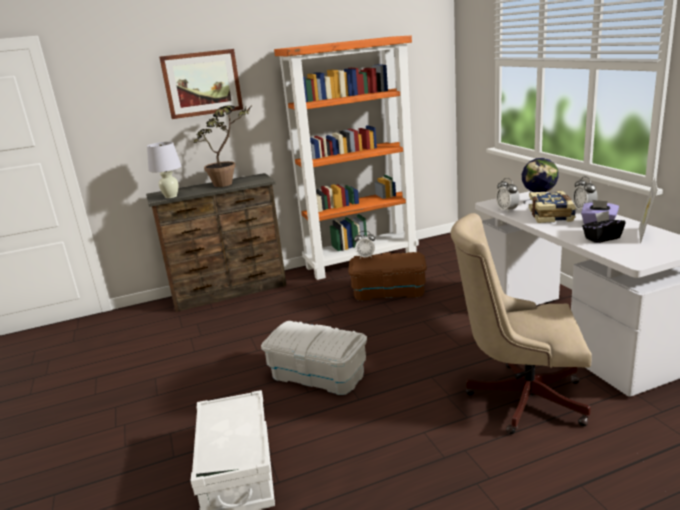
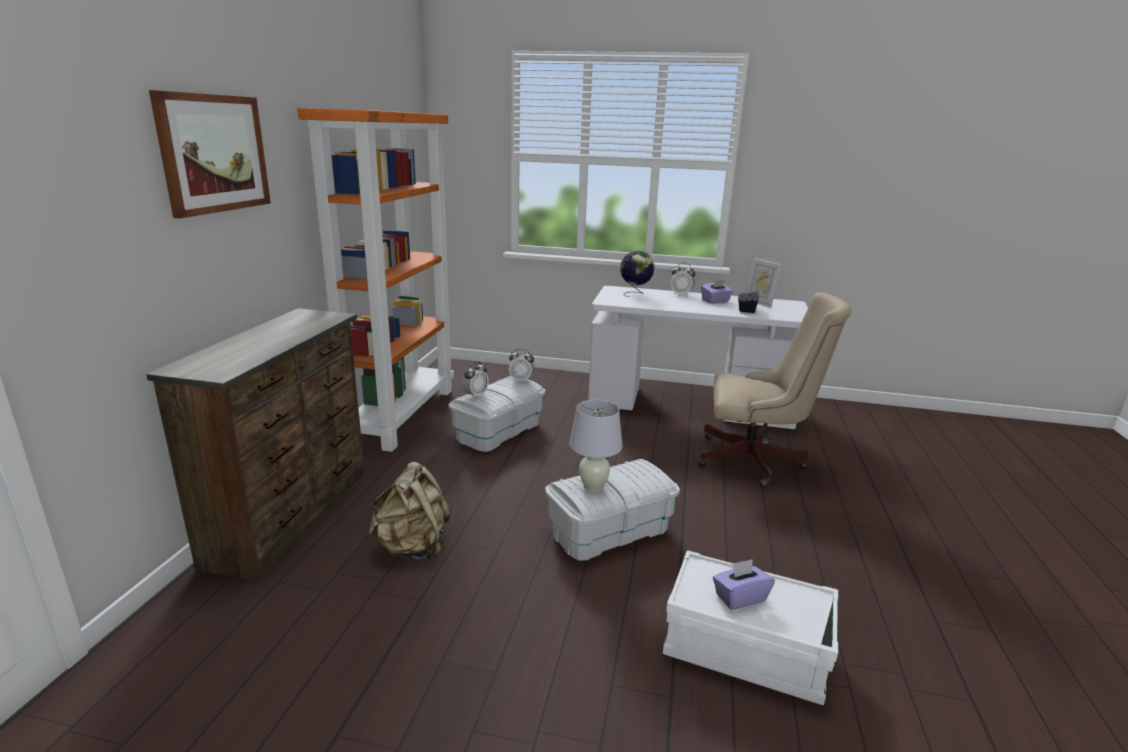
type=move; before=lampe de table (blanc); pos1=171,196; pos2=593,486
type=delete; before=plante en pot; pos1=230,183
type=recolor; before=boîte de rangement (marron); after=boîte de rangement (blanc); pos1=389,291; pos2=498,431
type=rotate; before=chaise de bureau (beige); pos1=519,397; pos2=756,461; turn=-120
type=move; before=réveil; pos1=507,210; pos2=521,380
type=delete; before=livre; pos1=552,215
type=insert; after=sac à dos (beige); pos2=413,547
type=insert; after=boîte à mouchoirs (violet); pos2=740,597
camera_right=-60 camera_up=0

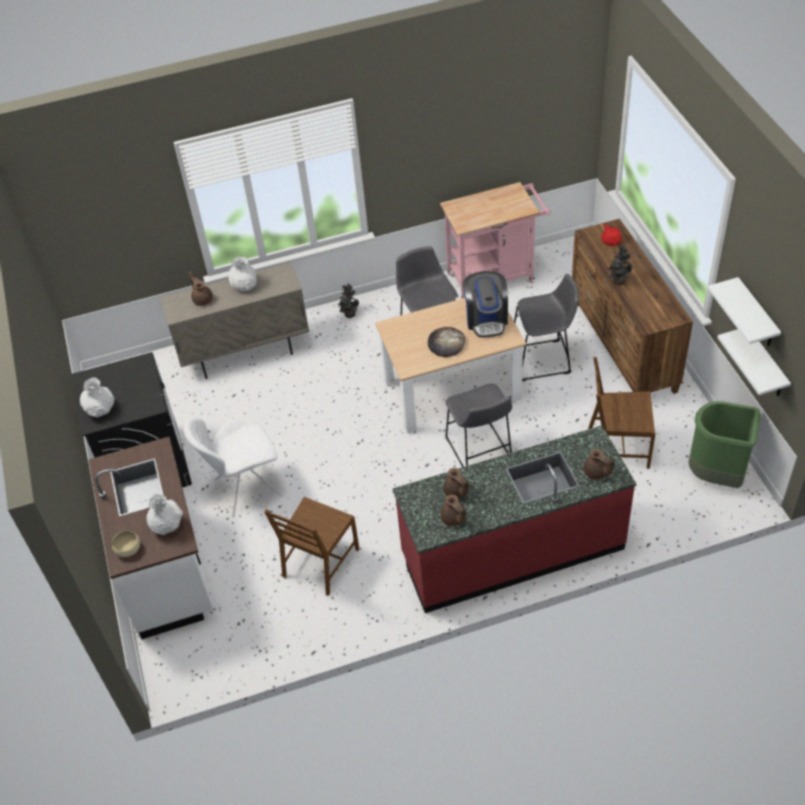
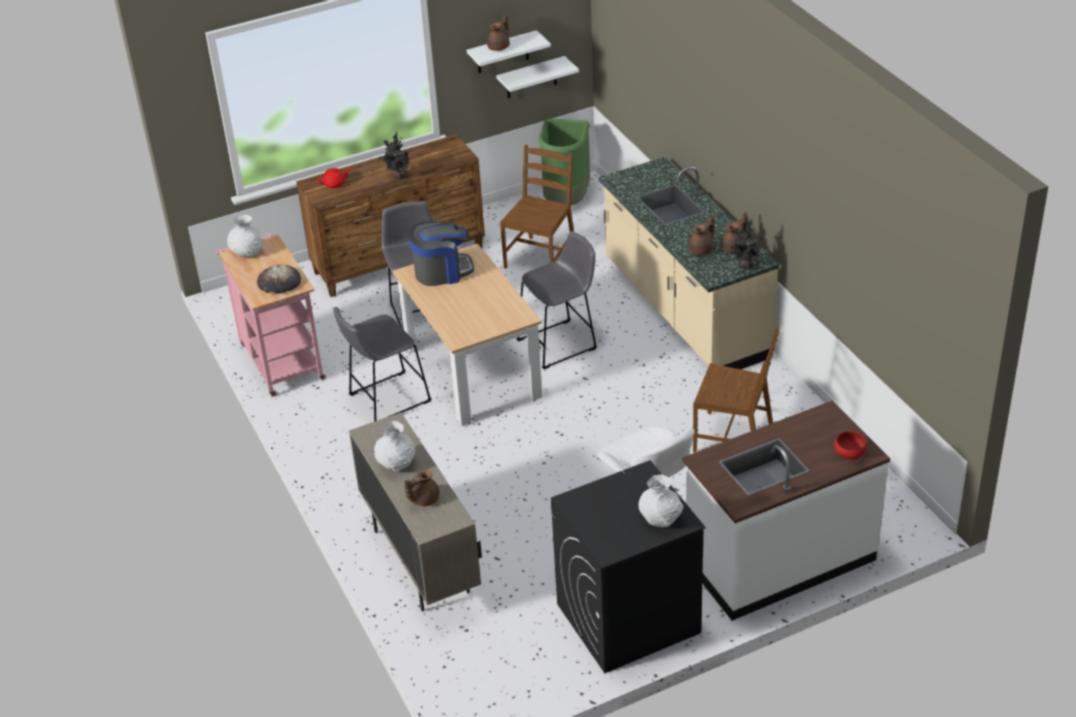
type=recolor; before=bol (beige); after=bol (rouge); pos1=128,548; pos2=849,452
type=move; before=vase (blanc); pos1=167,525; pos2=247,252
type=move; before=plante en pot; pos1=349,314; pos2=745,266
type=recolor; before=comptoir de cuisine (rouge); after=comptoir de cuisine (beige); pos1=512,551; pos2=684,311
type=move; before=pain; pos1=446,343; pos2=279,282
type=move; before=théière (marron); pos1=597,472; pos2=499,47
type=rotate; before=chaise (marron); pos1=617,447; pos2=540,257; turn=-150
camera_right=-100 camera_up=-10

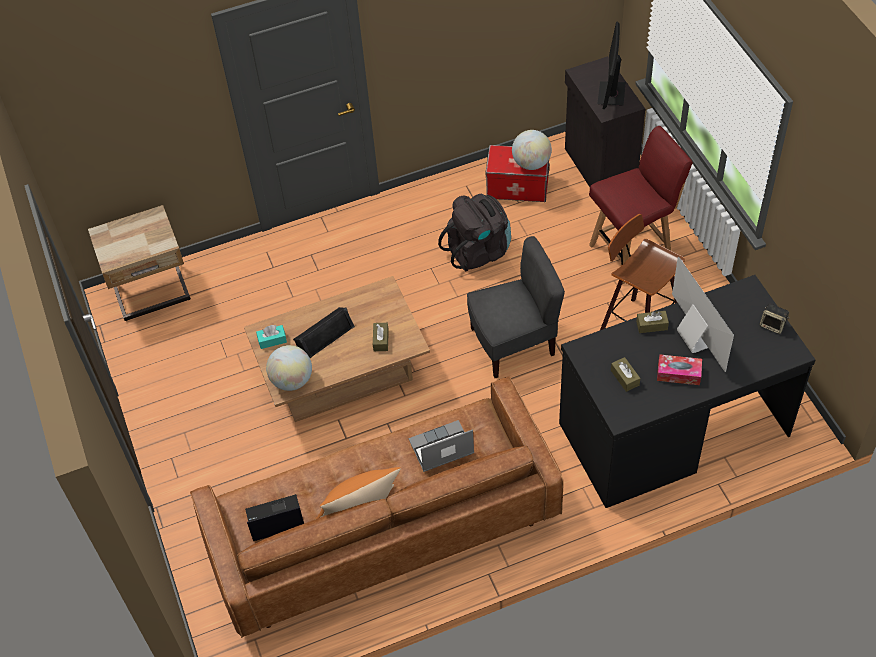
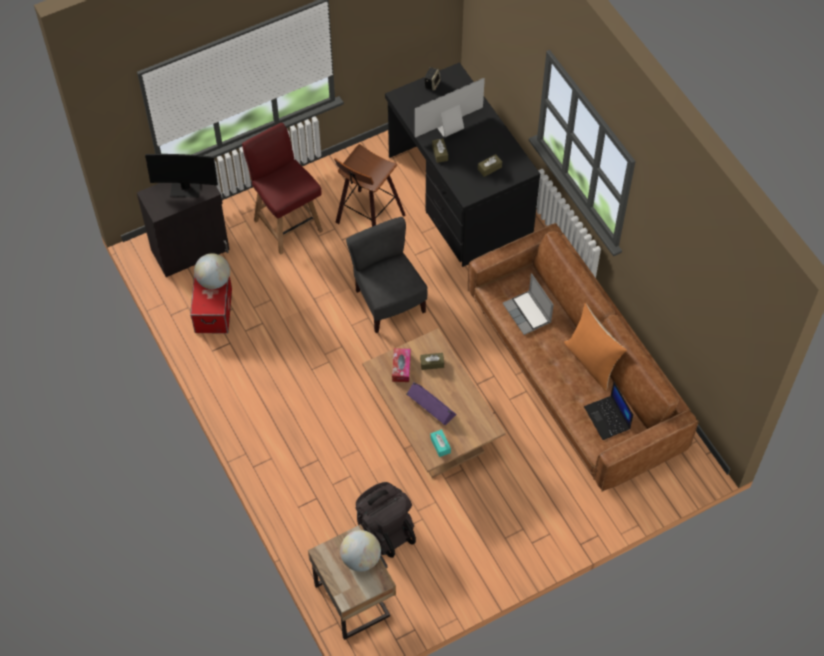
type=move; before=globe; pos1=292,380; pos2=361,559
type=recolor; before=enceinte (noir); after=enceinte (violet); pos1=324,334; pos2=430,406
type=move; before=sac à dos (noir); pos1=478,251; pos2=384,529
type=move; before=boîte à mouchoirs; pos1=678,373; pos2=401,367
camera_right=-100 camera_up=5

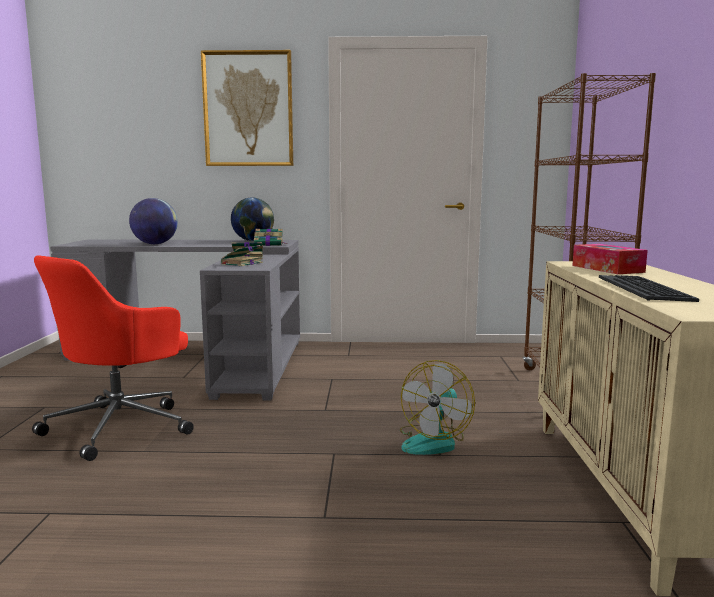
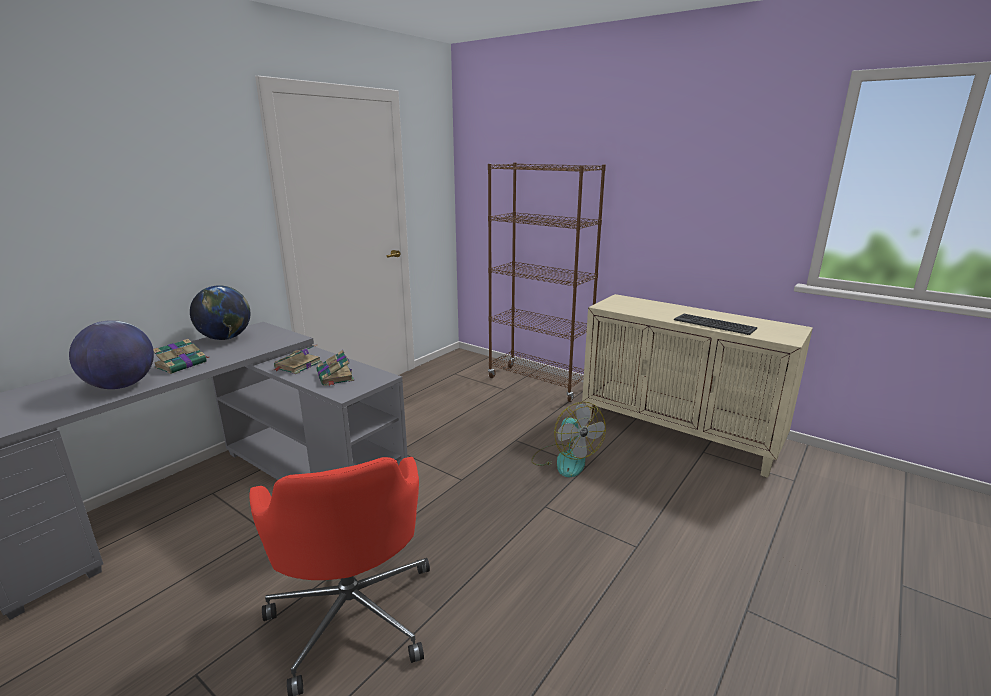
type=delete; before=tableau; pos1=248,109
type=move; before=livre; pos1=269,244; pos2=182,364
type=delete; before=boîte à mouchoirs; pos1=607,269
camera_right=-55 camera_up=10

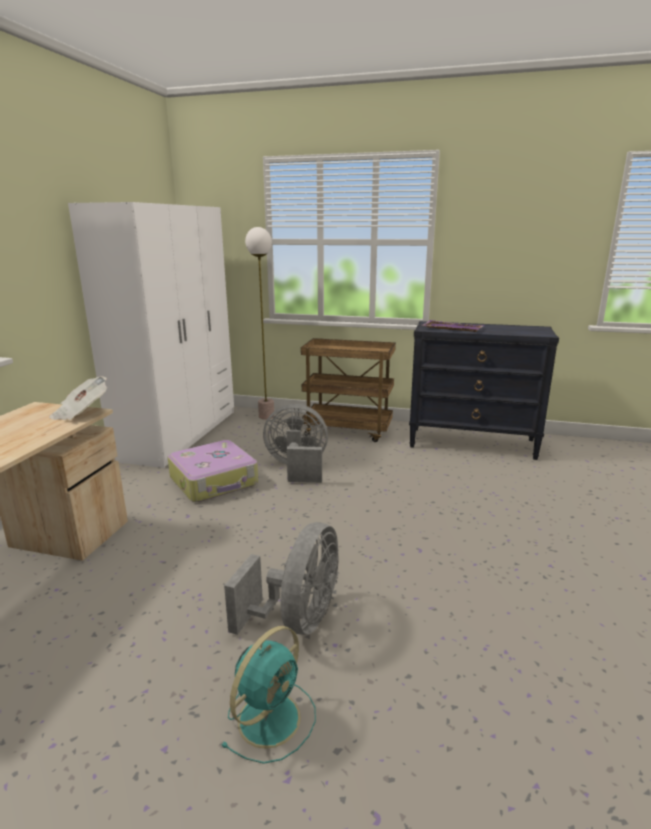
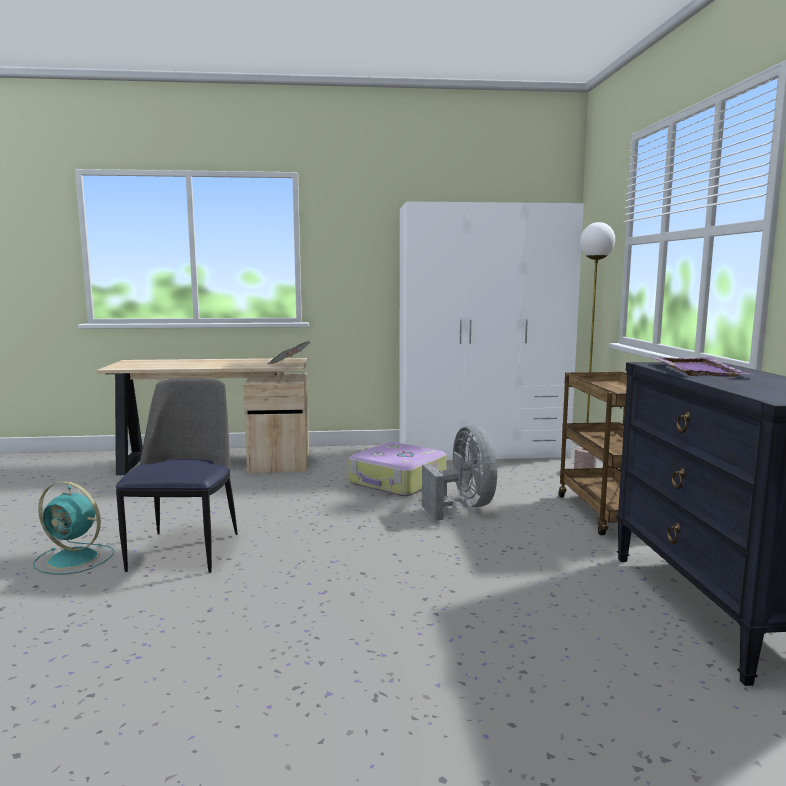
type=replace; before=ventilateur (gris); after=chaise; pos1=297,619; pos2=185,550
camera_right=70 camera_up=-10

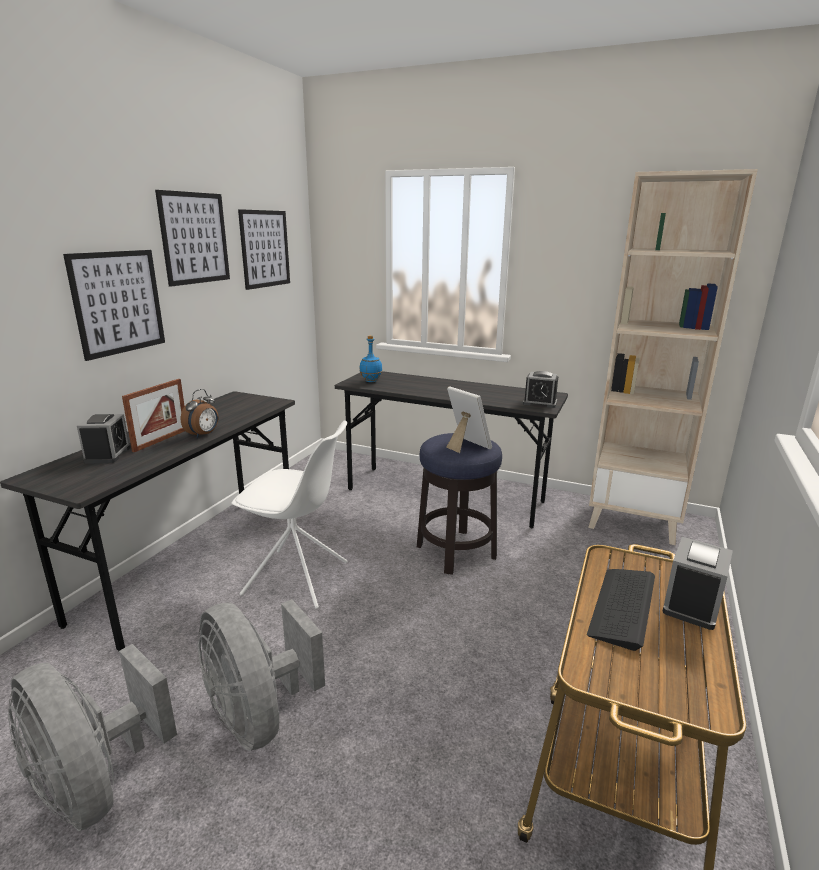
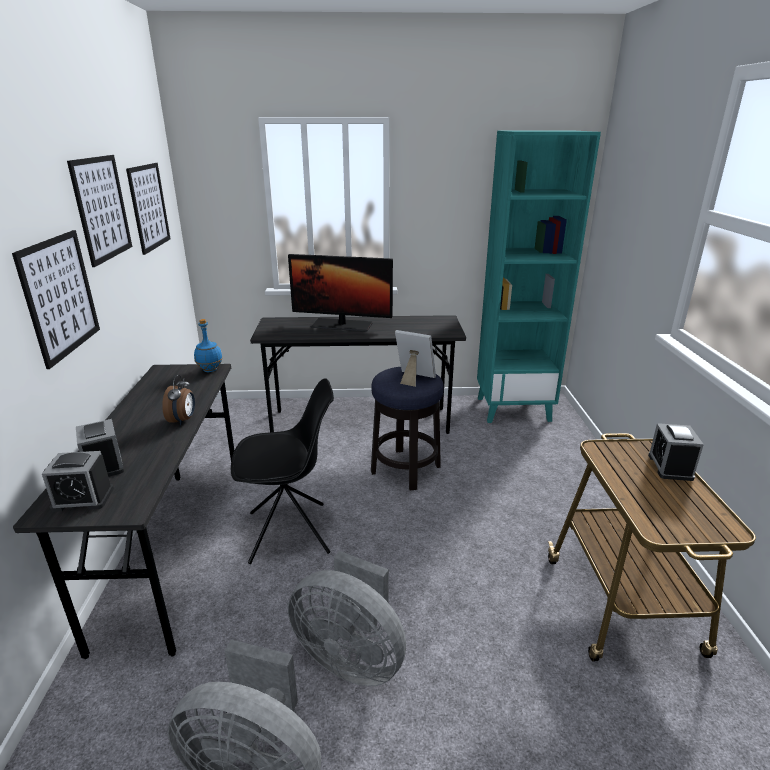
type=delete; before=cadre photo; pos1=161,440
type=recolor; before=chaise (blanc); after=chaise (noir); pos1=298,578; pos2=290,532
type=move; before=bouteille (bleu); pos1=371,381; pos2=210,370
type=move; before=réveil; pos1=540,403; pos2=83,499
type=delete; before=clavier; pos1=622,607
type=recolor; before=bibliothèque (beige); after=bibliothèque (turquoise); pos1=633,520; pos2=513,409
type=insert; after=écran d'ordinateur; pos2=342,325
camera_right=-25 camera_up=5

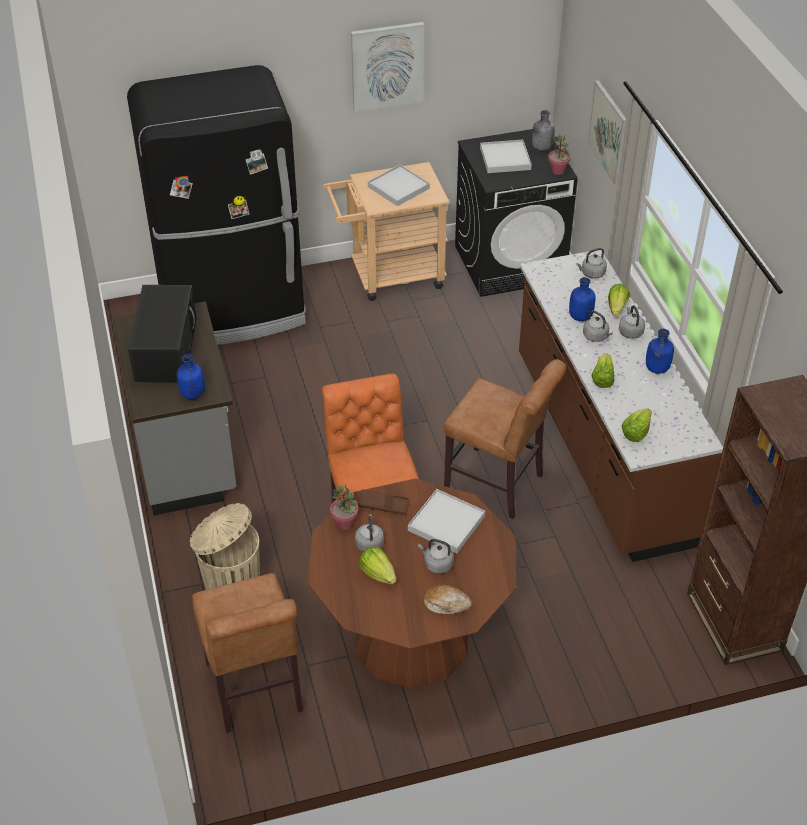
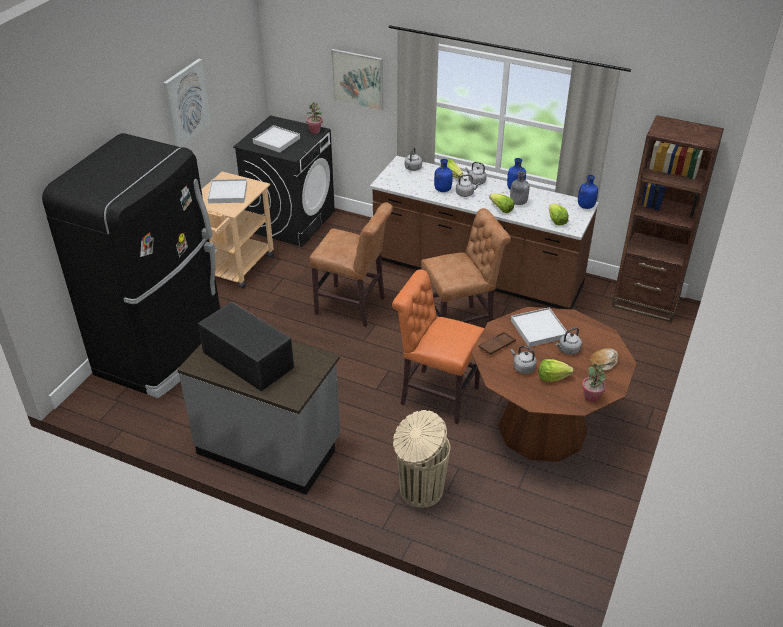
type=move; before=bouteille (bleu); pos1=192,394; pos2=585,206
type=move; before=chaise (marron); pos1=255,692; pos2=354,307
type=move; before=plante en pot; pos1=345,523; pos2=591,397
type=move; before=bouteille (gris); pos1=541,148; pos2=518,203
camera_right=-50 camera_up=-5

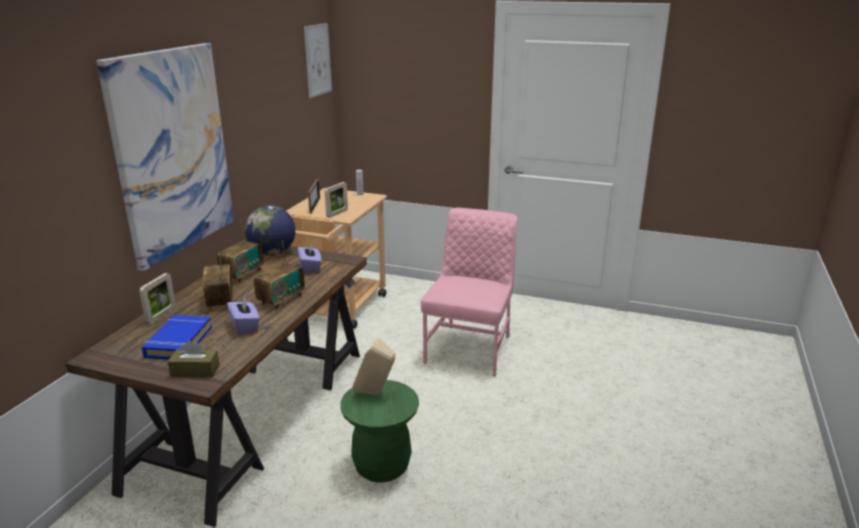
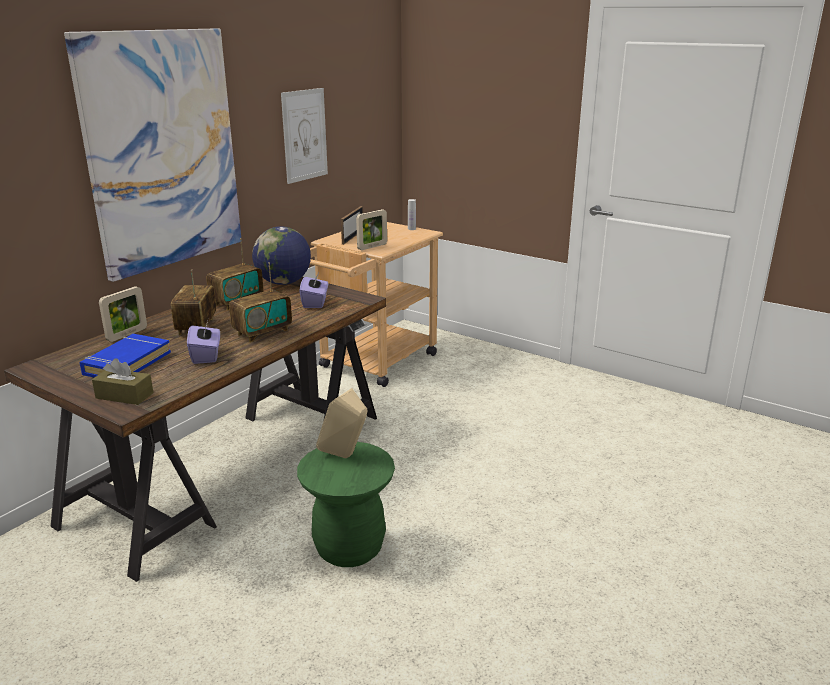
type=move; before=tableau; pos1=317,60; pos2=304,135
type=delete; before=chaise (rose); pos1=470,348
camera_right=15 camera_up=0

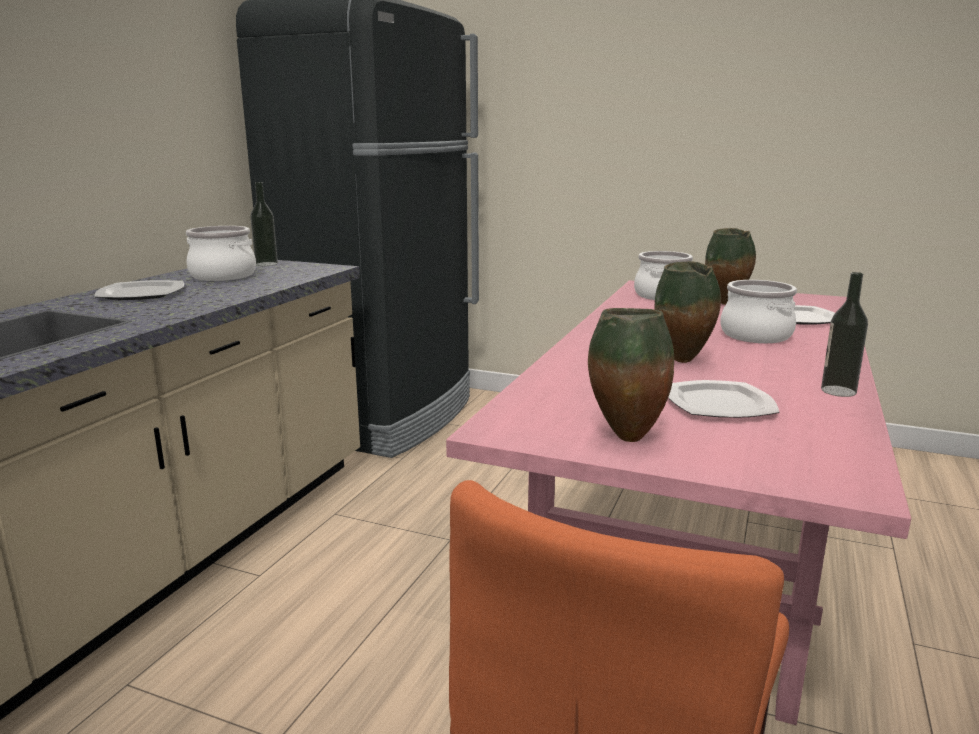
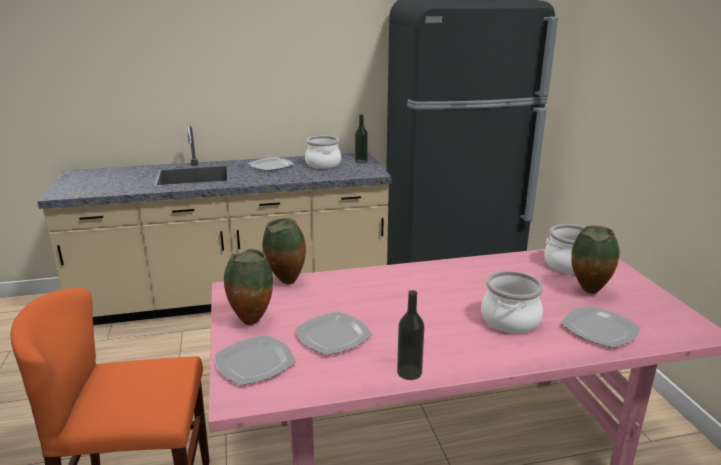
type=move; before=vase; pos1=683,361; pos2=286,282
type=insert; after=assiette; pos2=253,362
camera_right=55 camera_up=5

